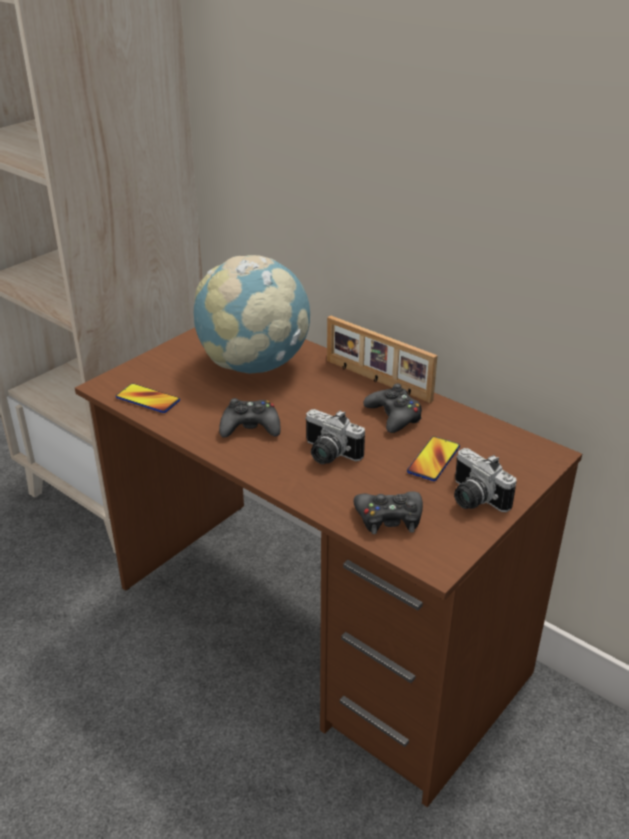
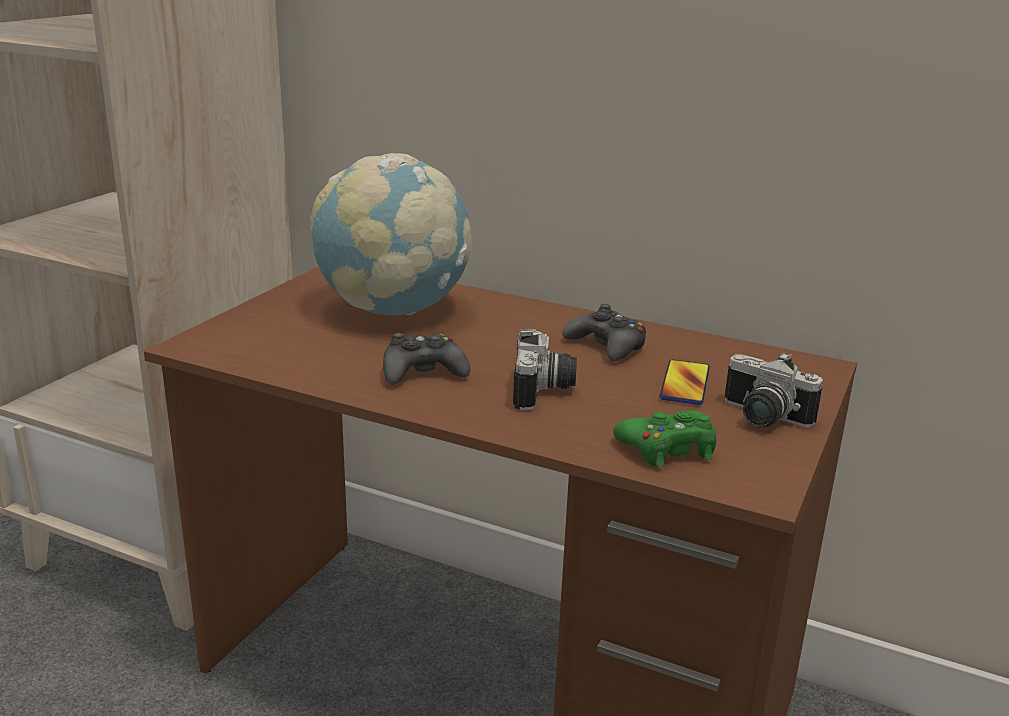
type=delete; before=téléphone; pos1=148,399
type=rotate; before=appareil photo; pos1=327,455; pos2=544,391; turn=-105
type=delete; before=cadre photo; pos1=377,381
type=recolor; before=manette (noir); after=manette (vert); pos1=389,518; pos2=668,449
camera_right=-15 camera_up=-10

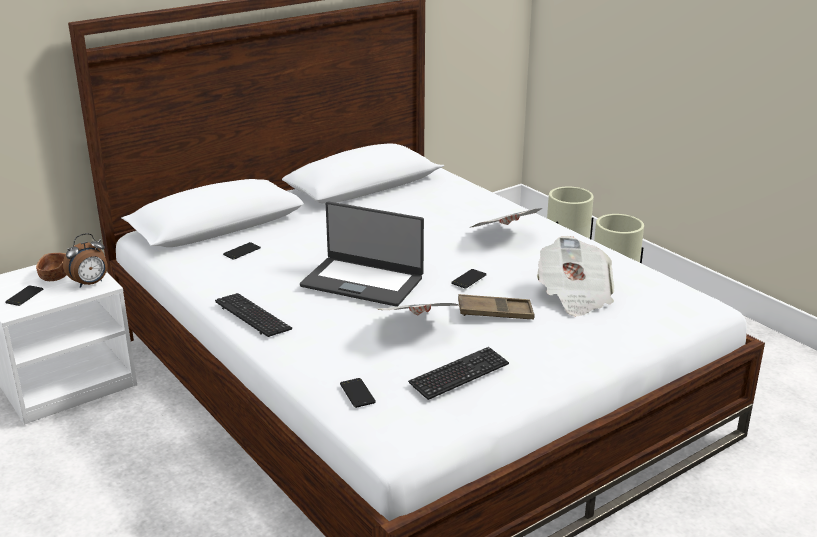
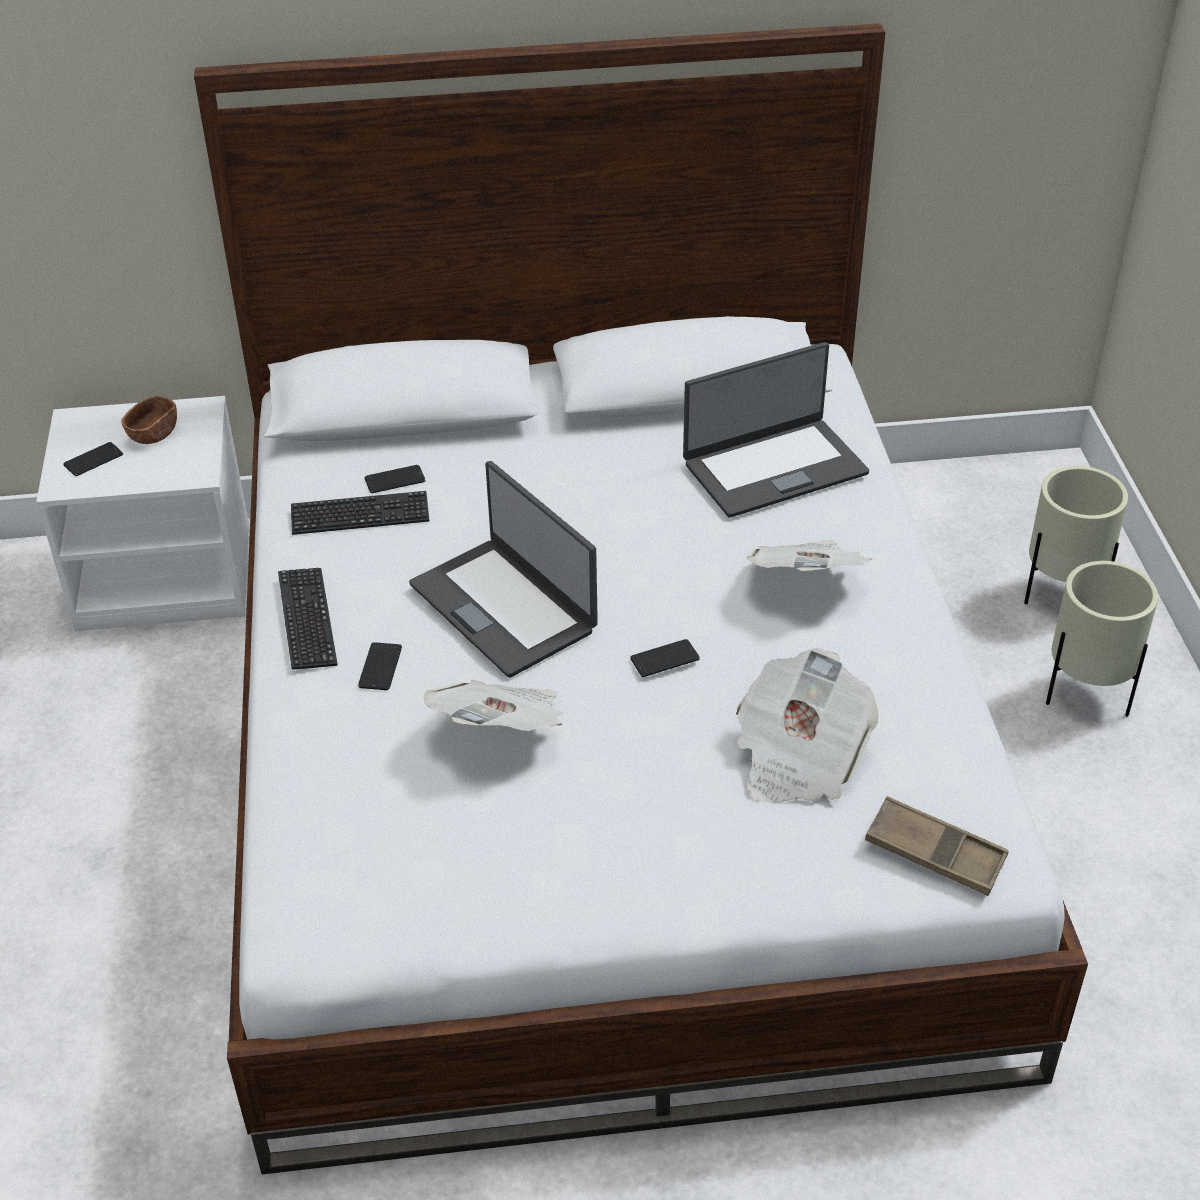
type=delete; before=réveil; pos1=90,283
type=move; before=téléphone; pos1=357,393; pos2=380,667
type=move; before=clavier; pos1=459,375; pos2=360,515
type=move; before=plateau (marron); pos1=495,312; pos2=935,853
type=insert; after=ordinateur portable; pos2=773,467
camera_right=30 camera_up=15

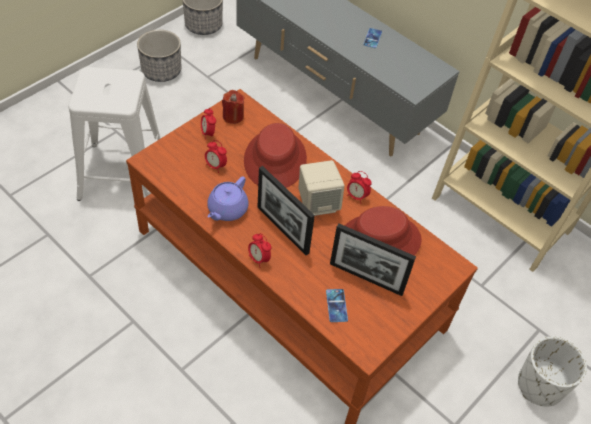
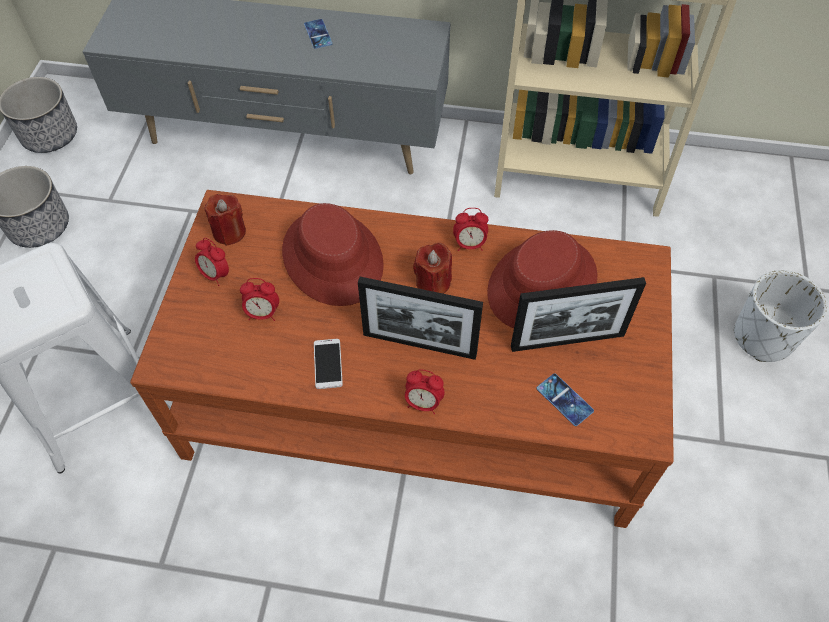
type=replace; before=théière (violet); after=téléphone; pos1=227,210; pos2=328,364
type=replace; before=enceinte (beige); after=bougie (rouge); pos1=318,203; pos2=433,282
camera_right=-30 camera_up=5

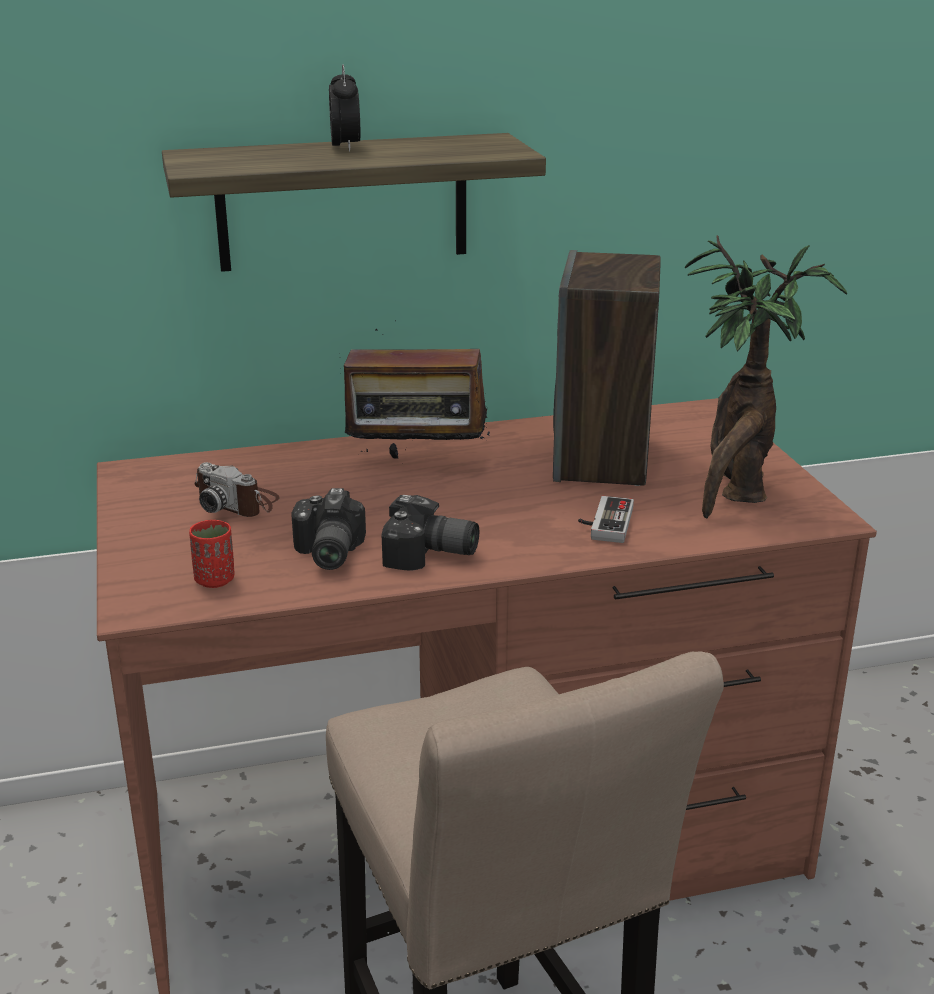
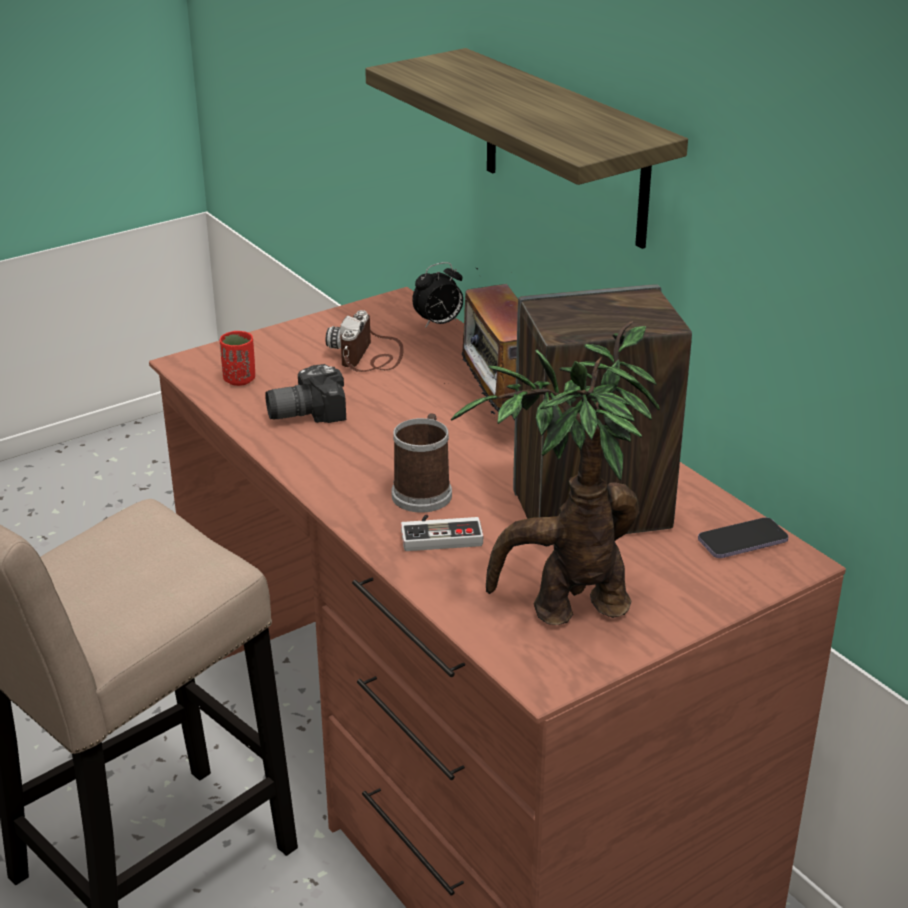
type=move; before=réveil; pos1=346,147; pos2=438,323
type=delete; before=appareil photo; pos1=430,556
type=insert; after=mug; pos2=423,491
type=insert; after=téléphone; pos2=742,541
camera_right=70 camera_up=5

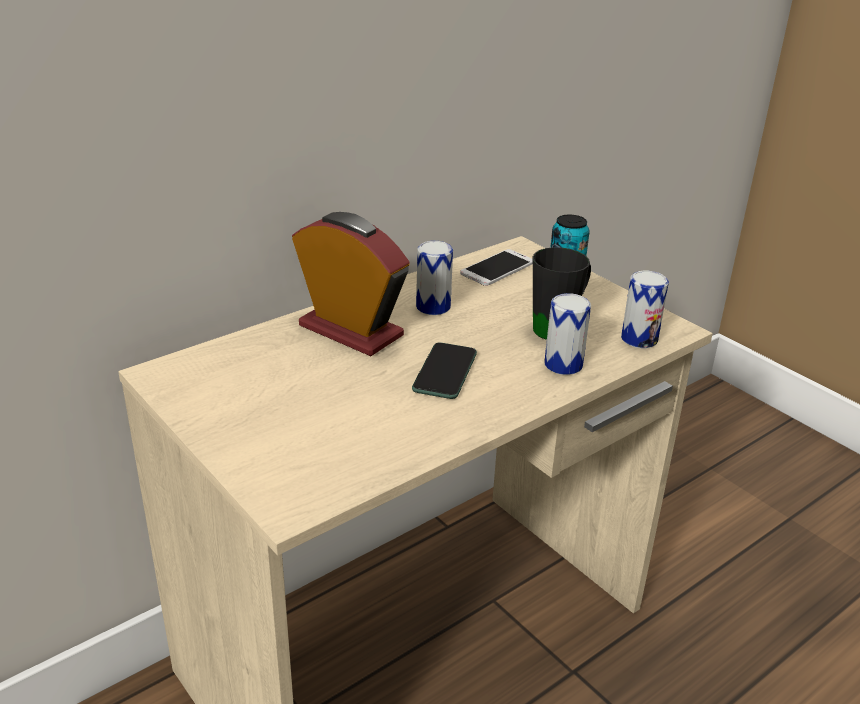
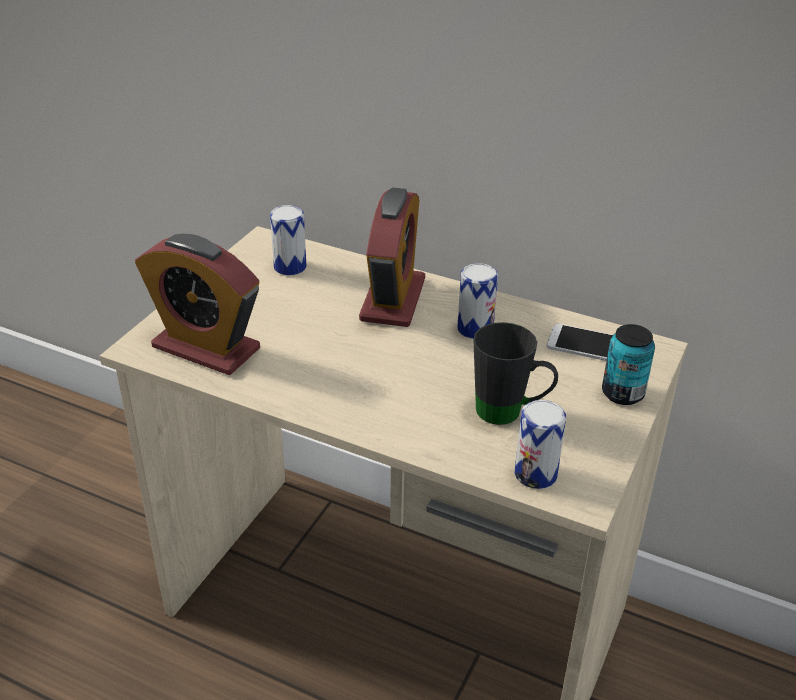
type=delete; before=téléphone; pos1=445,372
type=move; before=boîte métallique; pos1=563,364; pos2=290,267
type=insert; after=réveil; pos2=206,348
camera_right=65 camera_up=5

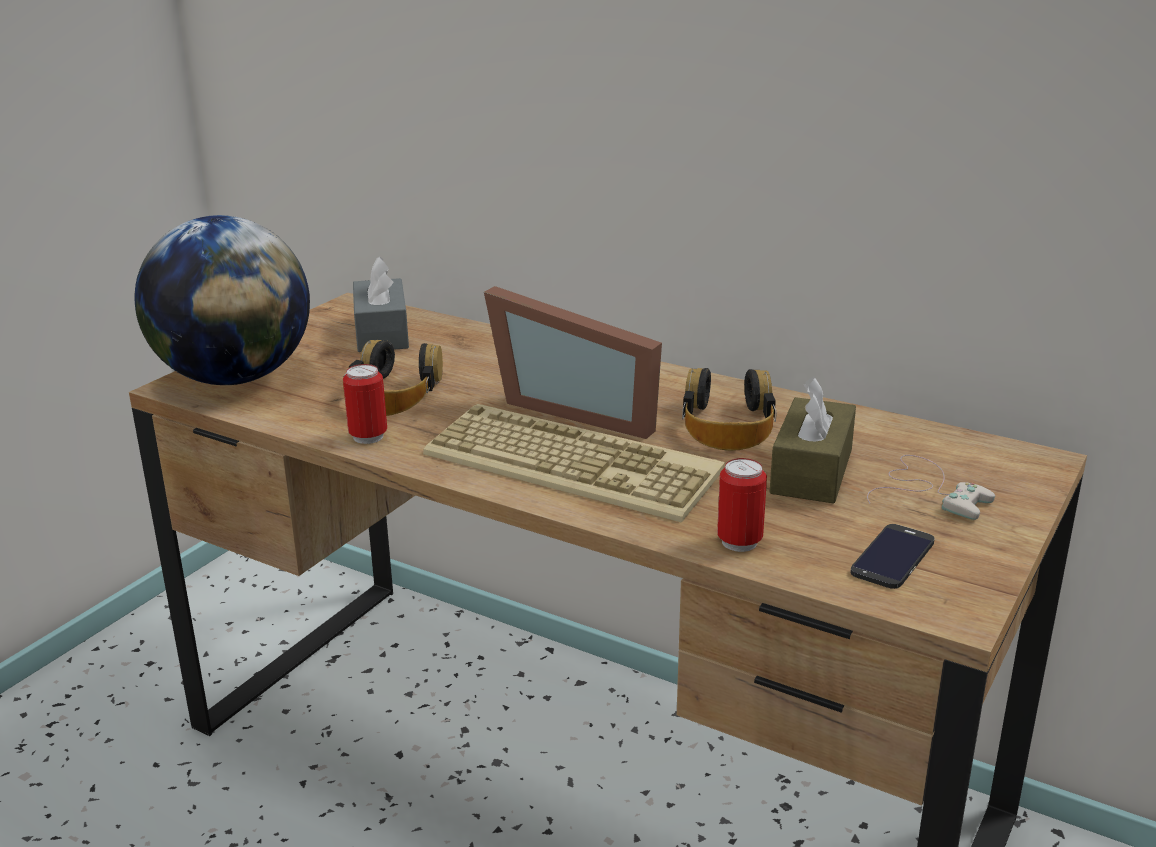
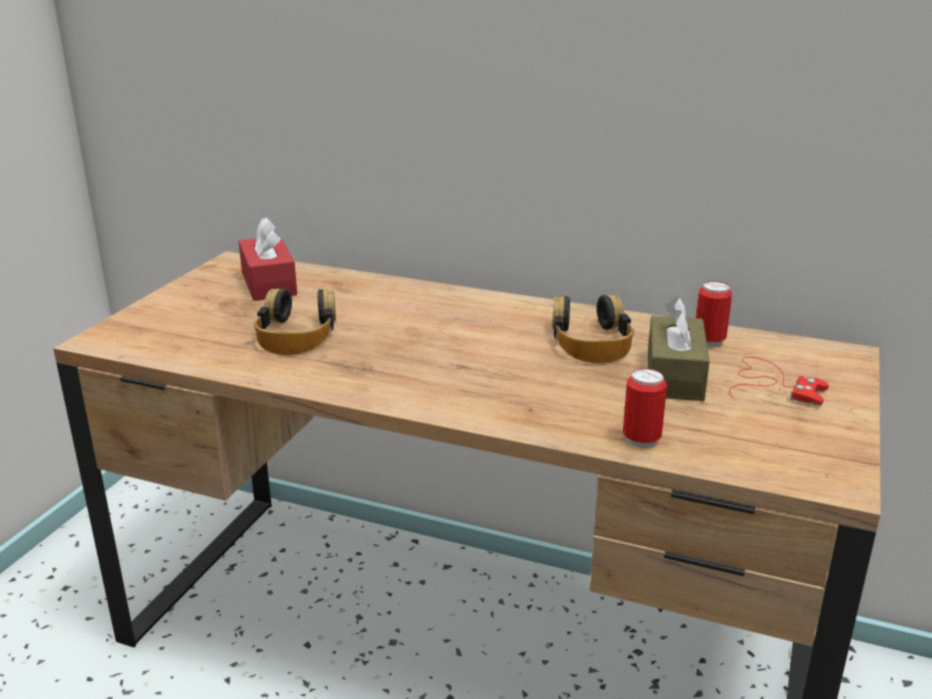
type=delete; before=globe; pos1=235,378
type=move; before=boîte métallique; pos1=368,437; pos2=709,341
type=recolor; before=boîte à mouchoirs (gris); after=boîte à mouchoirs (rouge); pos1=381,333; pos2=268,283
type=delete; before=clavier; pos1=576,463
type=delete; before=cadre photo; pos1=580,408
type=delete; before=téléphone; pos1=893,557
type=recolor; before=manette (blanc); after=manette (rouge); pos1=928,490; pos2=772,384
camera_right=-10 camera_up=0

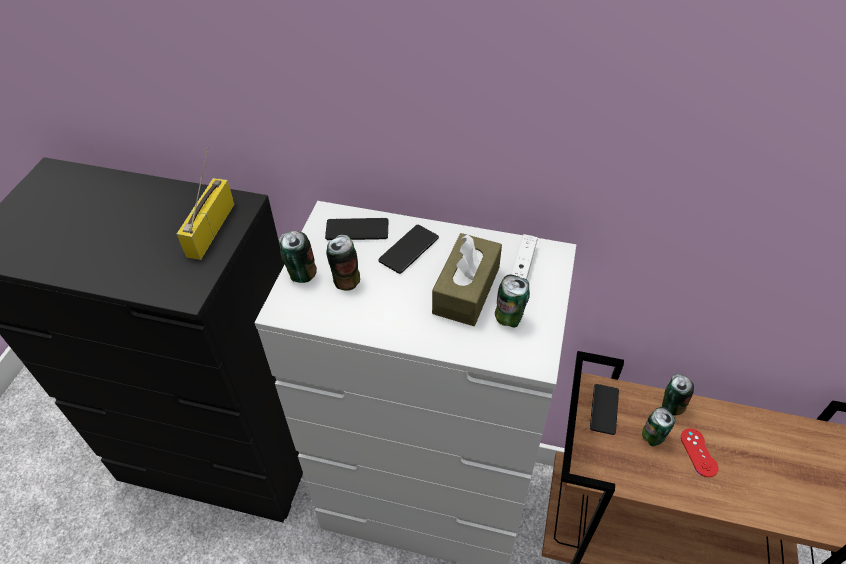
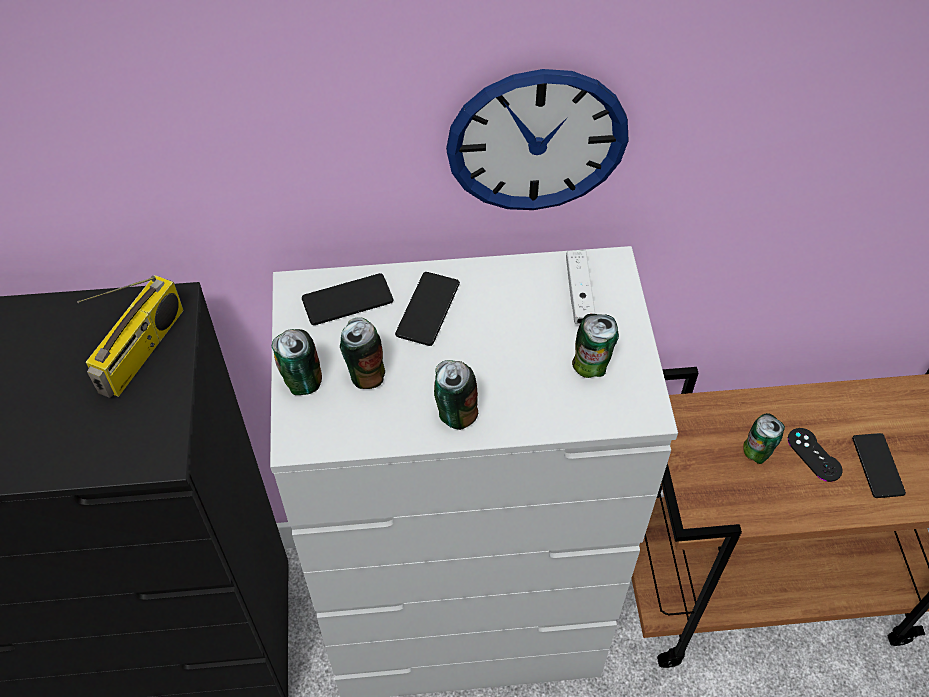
type=rotate; before=radio; pos1=210,228; pos2=142,351; turn=-150
type=delete; before=boîte à mouchoirs (marron); pos1=466,290
type=move; before=téléphone; pos1=604,409; pos2=877,466
type=move; before=boîte métallique; pos1=671,406; pos2=455,414
type=recolor; before=manette (rouge); after=manette (noir); pos1=698,452; pos2=814,455
type=insert; after=horloge murale; pos2=537,141
camera_right=-20 camera_up=5

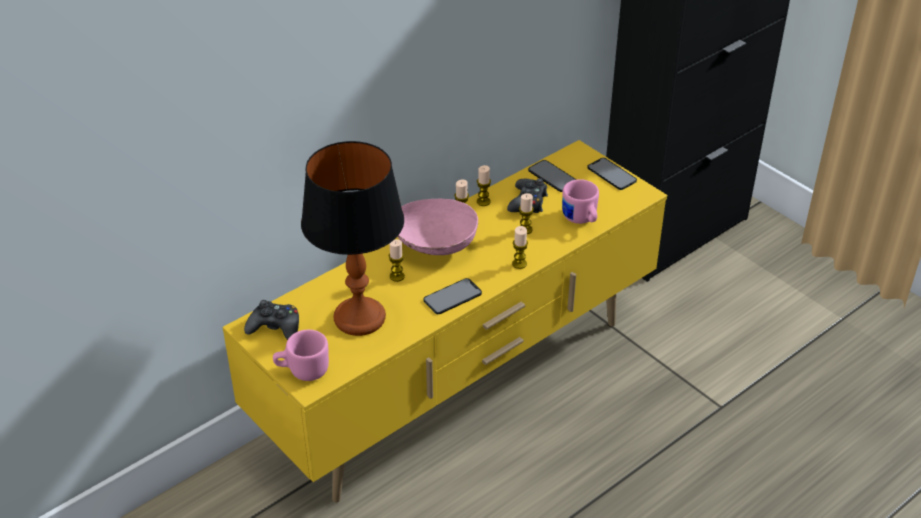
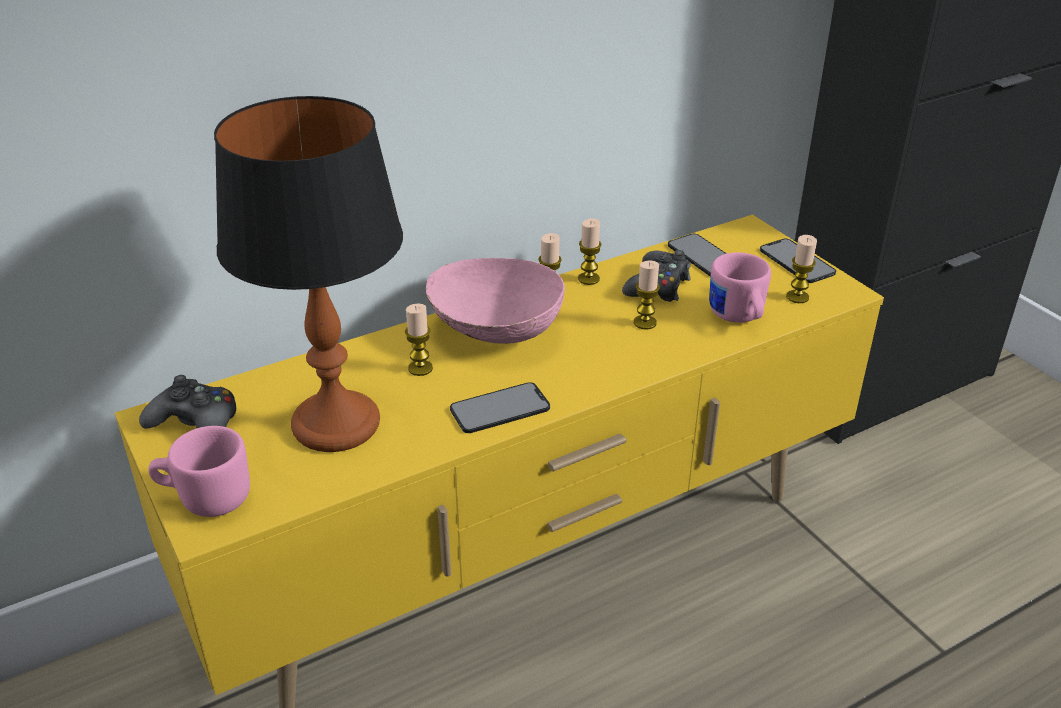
type=move; before=bougie; pos1=519,263; pos2=797,297
camera_right=10 camera_up=-5

